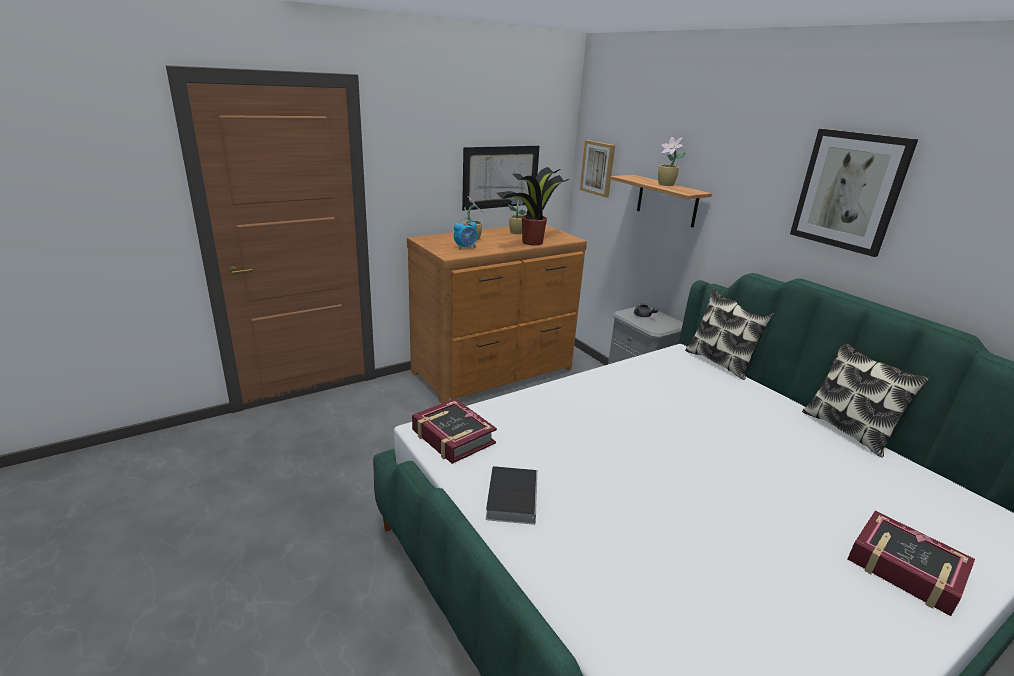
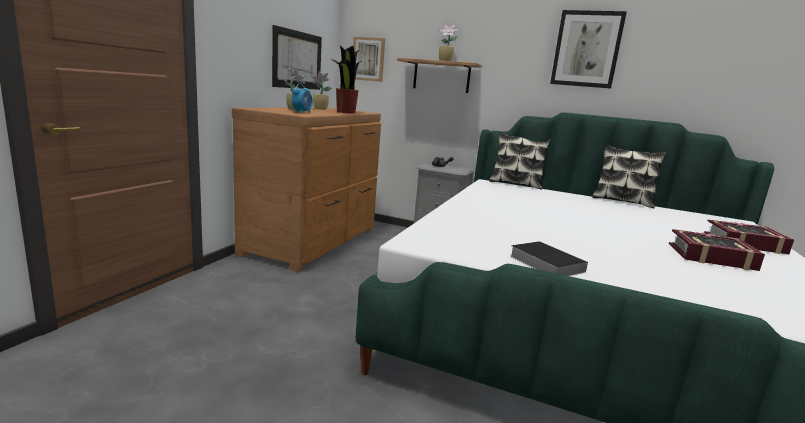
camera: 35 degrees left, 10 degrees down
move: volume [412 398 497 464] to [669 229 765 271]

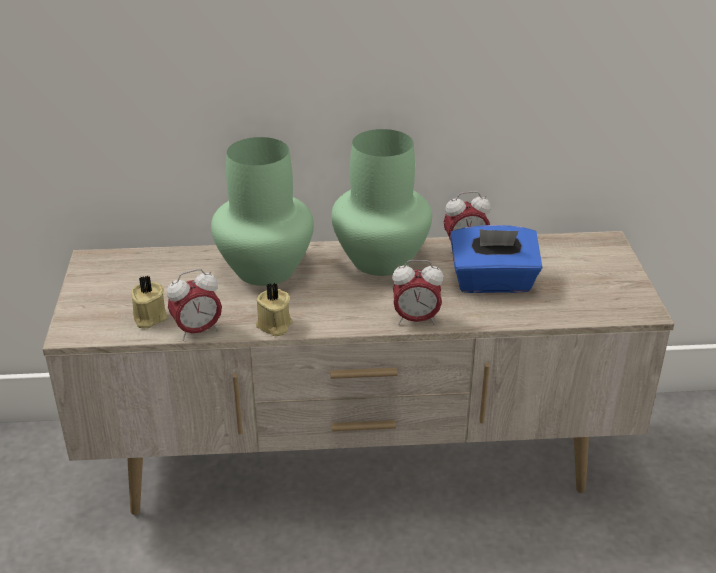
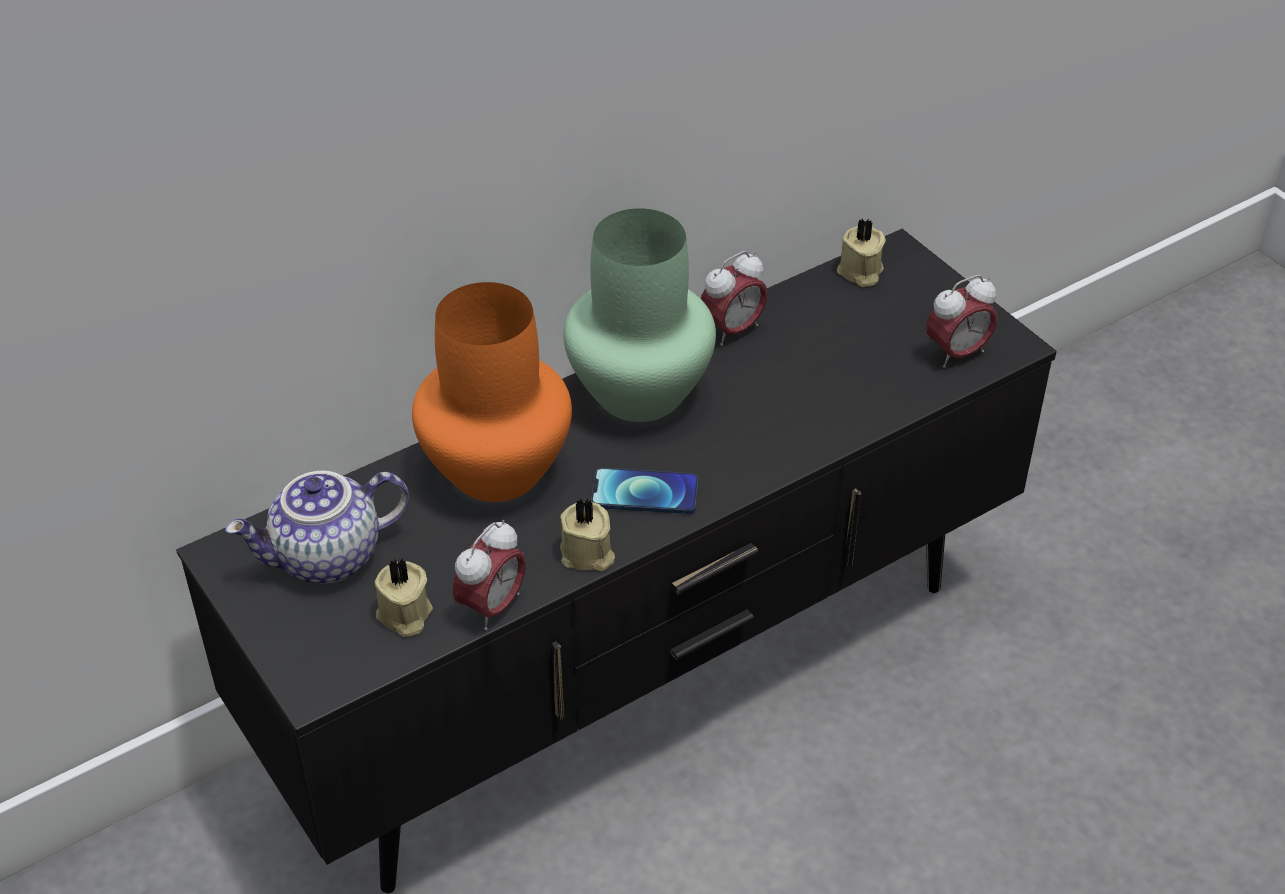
camera: 30 degrees left, 10 degrees up
delete: bluish tissue holder [450 225 543 293]
insert: pot for tea [225 471 409 583]; phone [591 468 698 514]; beige-coloured wax light [837 219 886 287]
move: alarm clock [392 260 443 325] to [926 275 997 368]
recolor: beige-coloured tv stand [43 231 675 515] to blackish tv stand [176 229 1057 893]; greenish vase [211 137 314 286] to orange-coloured vase [412 282 572 502]

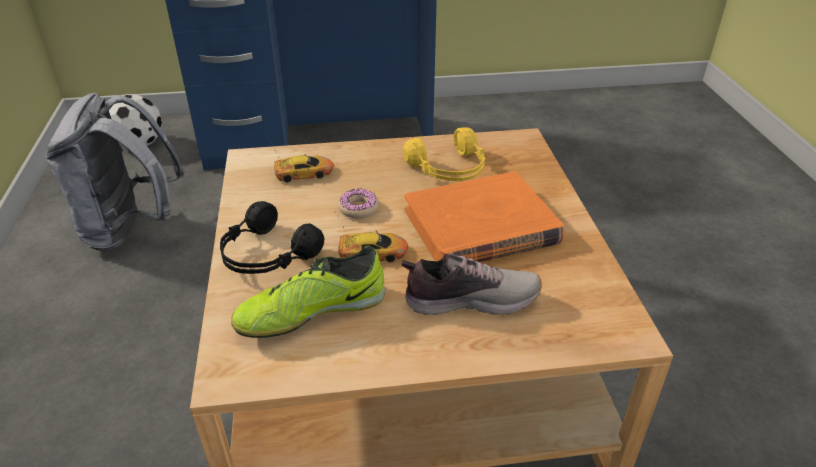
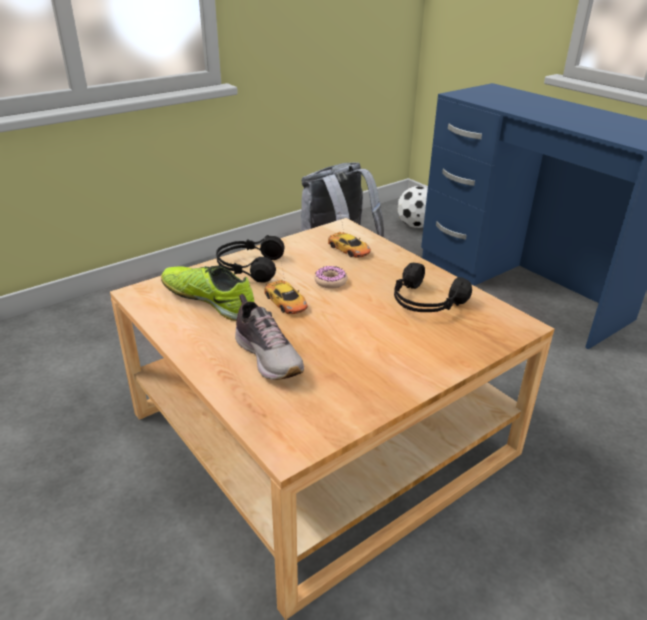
camera: 60 degrees right, 5 degrees down
delete: orange-coloured volume [405 171 565 263]
recolor: yellow-coloured headphones [403 127 485 181] to blackish headphones [394 263 472 312]

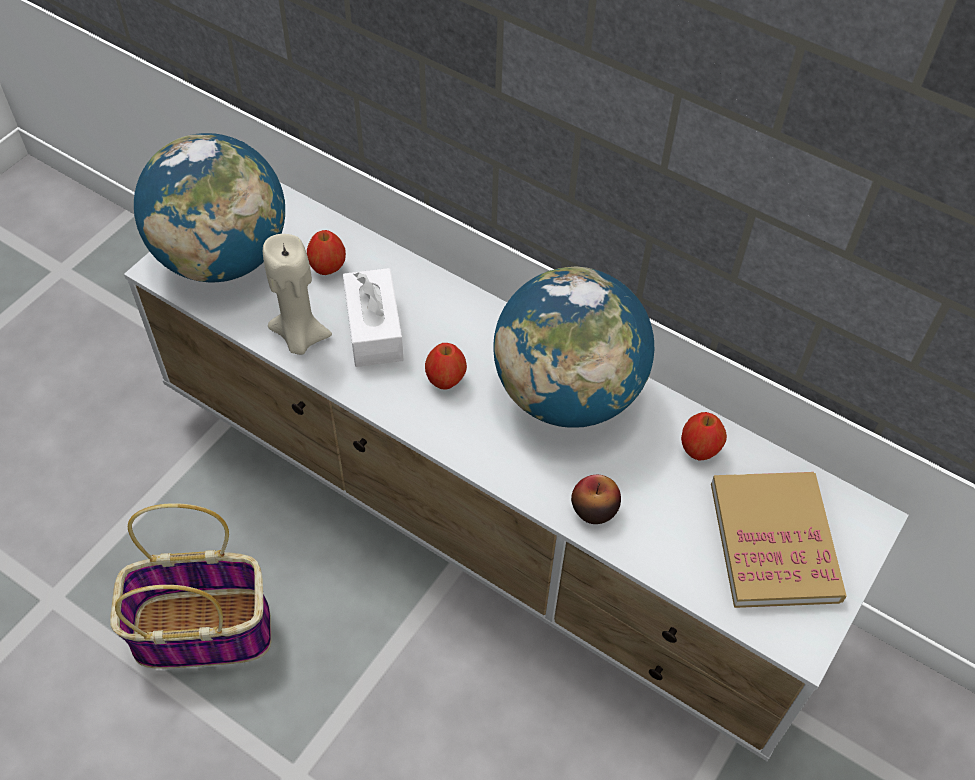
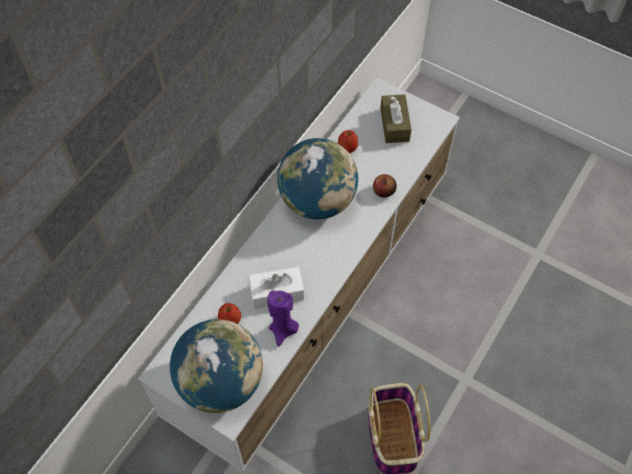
camera: 90 degrees left, 5 degrees up
delete: apple fruit [425 343 467 390]
replace: volume [711 472 847 608] to brown tissue holder [380 94 411 143]
recolor: beige-coloured wax light [263 234 332 355] to purplish wax light [267 291 299 346]

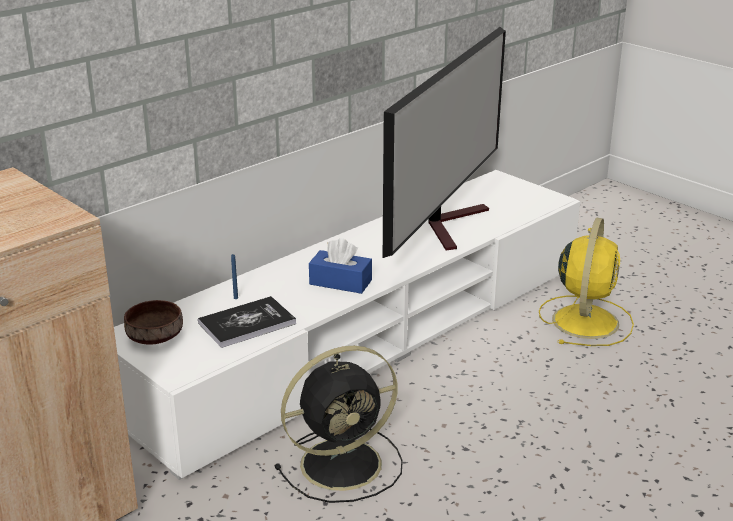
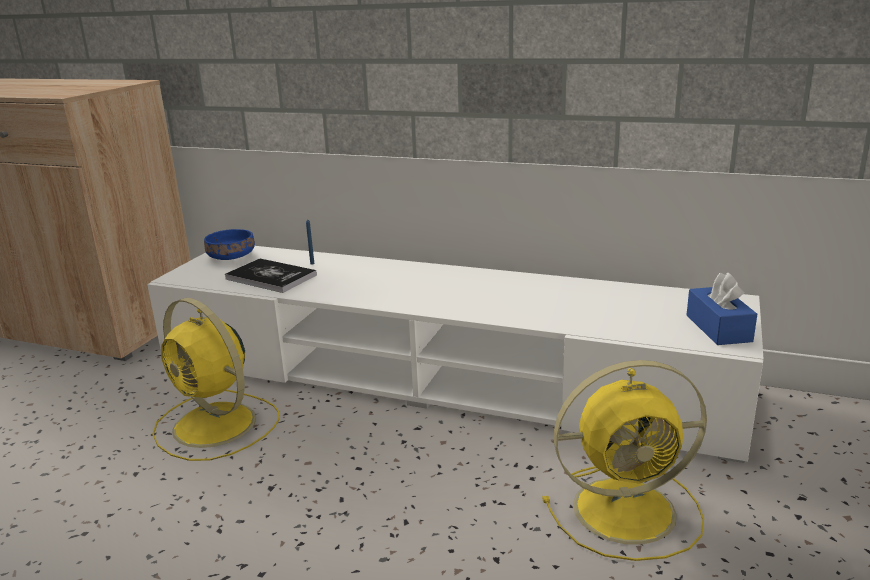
camera: 65 degrees right, 5 degrees down
delete: TV [383 27 506 258]
move: bluish tissue holder [309 238 372 294] to [687 272 757 345]
recolor: blackish electric fan [274 346 403 503] to yellow-coloured electric fan [152 298 280 461]; brown serving bowl [124 300 183 345] to bluish serving bowl [204 229 255 260]

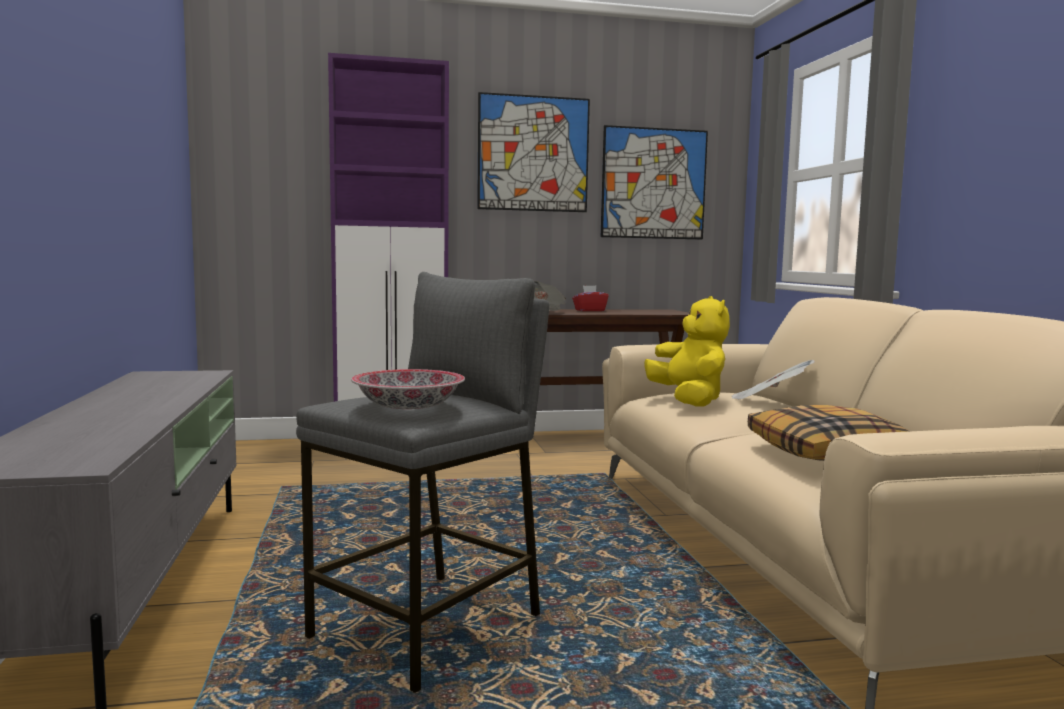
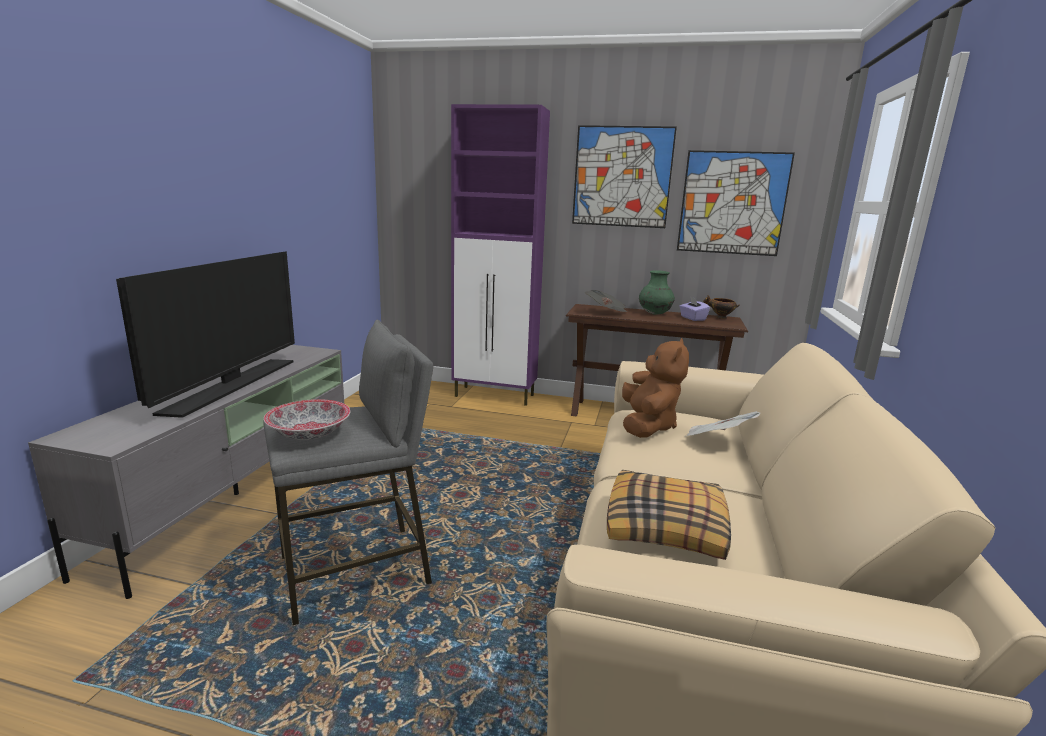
camera: 25 degrees right, 10 degrees up
insert: TV [116 251 295 418]; purplish tissue holder [679 297 710 321]; serving bowl [703 295 740 319]
replace: red-coloured tissue holder [572 286 609 311] to greenish vase [639 270 675 315]
recolor: yellow-coloured plush toy [644 296 730 407] to brown plush toy [622 338 689 438]

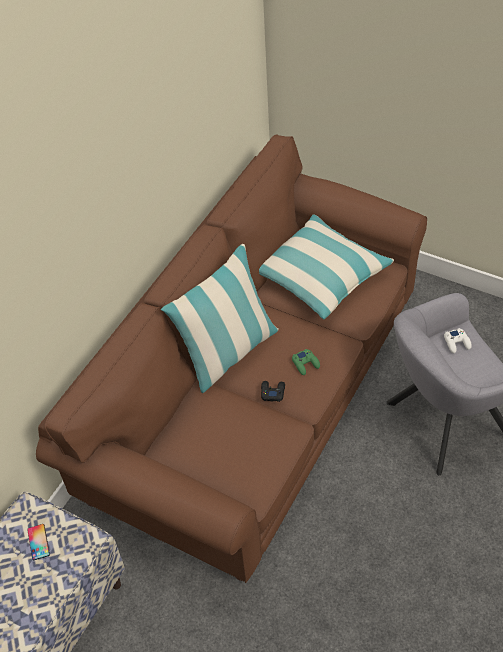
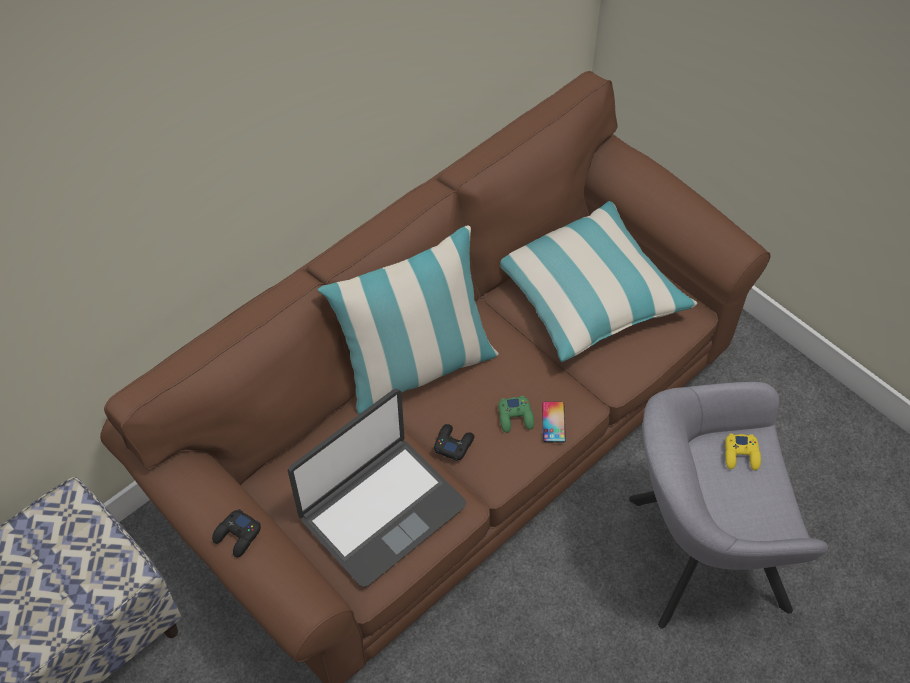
camera: 15 degrees right, 5 degrees up
insert: blackish game controller [212 509 261 558]; notebook computer [288 388 467 587]
move: phone [27 524 50 560] to [542 402 566 442]
recolor: whitish game controller [444 328 472 353] to yellow-coloured game controller [725 434 761 470]

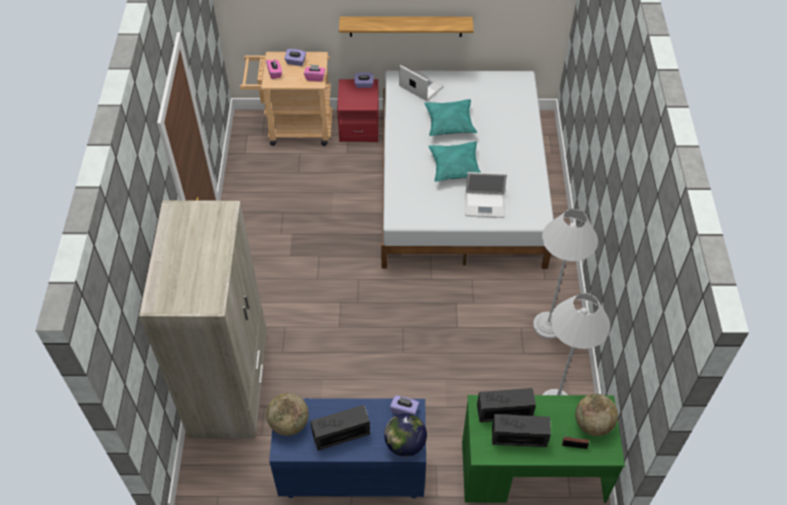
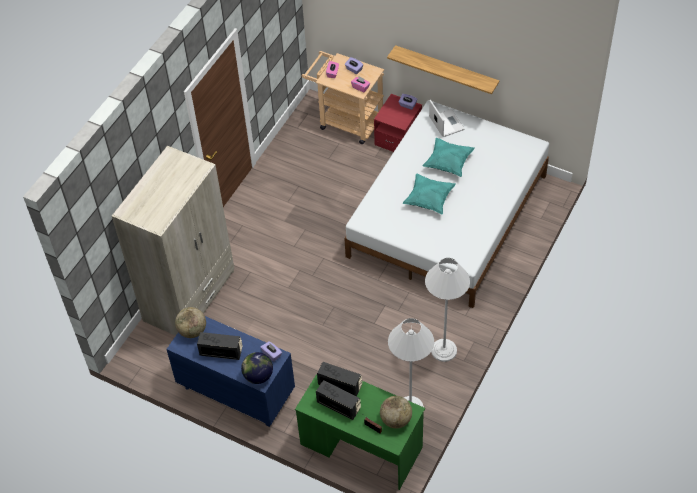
camera: 30 degrees right, 0 degrees up
delete: notebook computer [465 172 507 218]

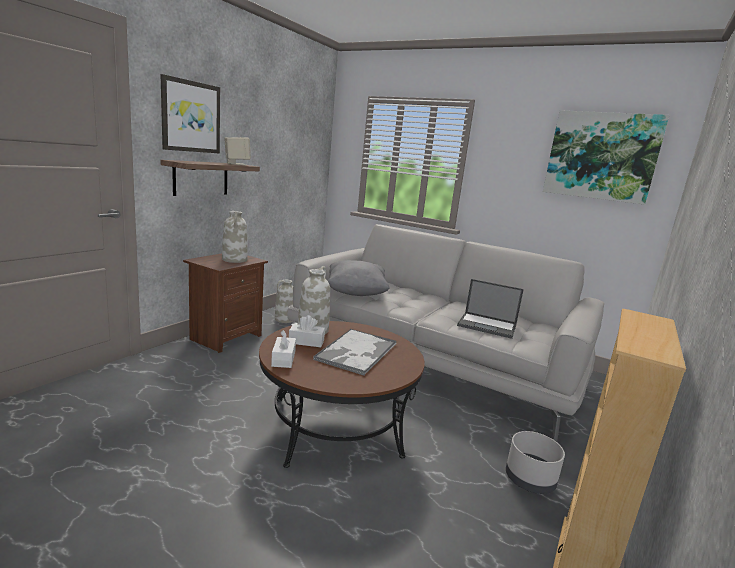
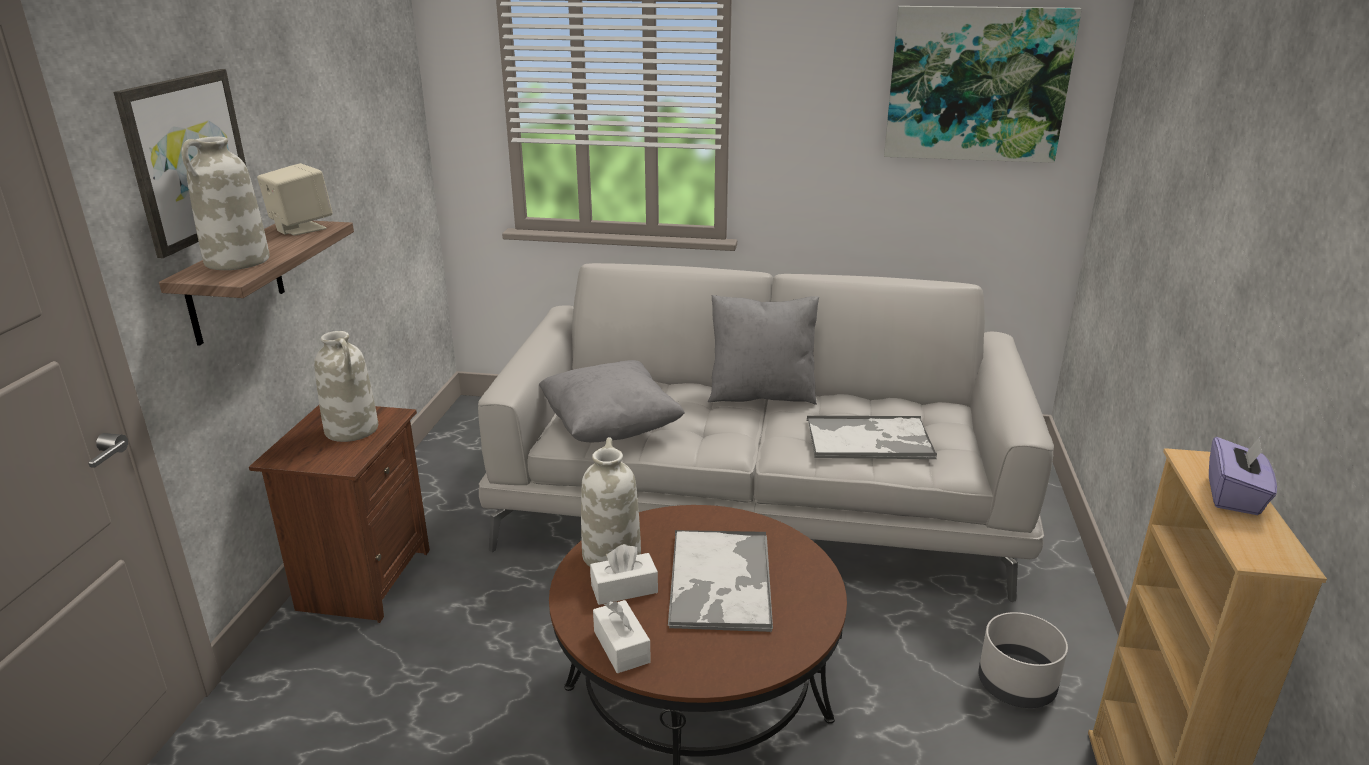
camera: 20 degrees left, 10 degrees up
insert: grey cushion [708 295 819 405]; purplish tissue holder [1209 437 1277 515]
move: whitish vase [275 280 294 323] to [181 137 270 270]
replace: notebook computer [457 279 524 339] to tray [807 416 937 459]

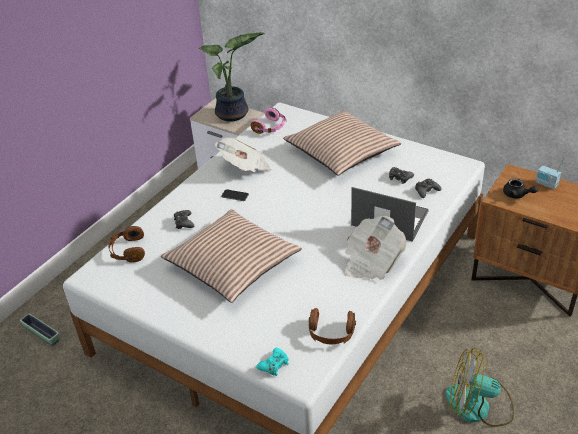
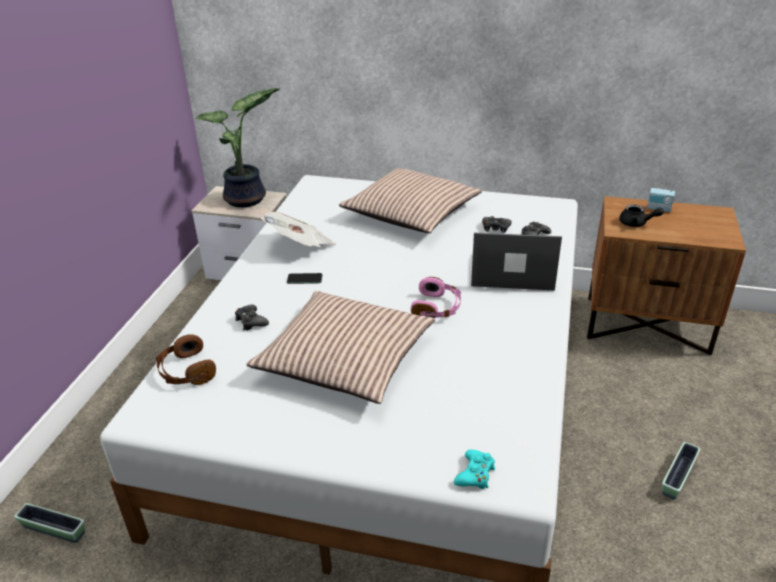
camera: 20 degrees left, 5 degrees down
delete: brown headphones [309 308 356 344]; newspaper [345 216 406 280]
move: pink headphones [251 108 287 134] to [411 277 461 318]
replace: electric fan [446 347 514 427] to planter [662 442 700 499]

